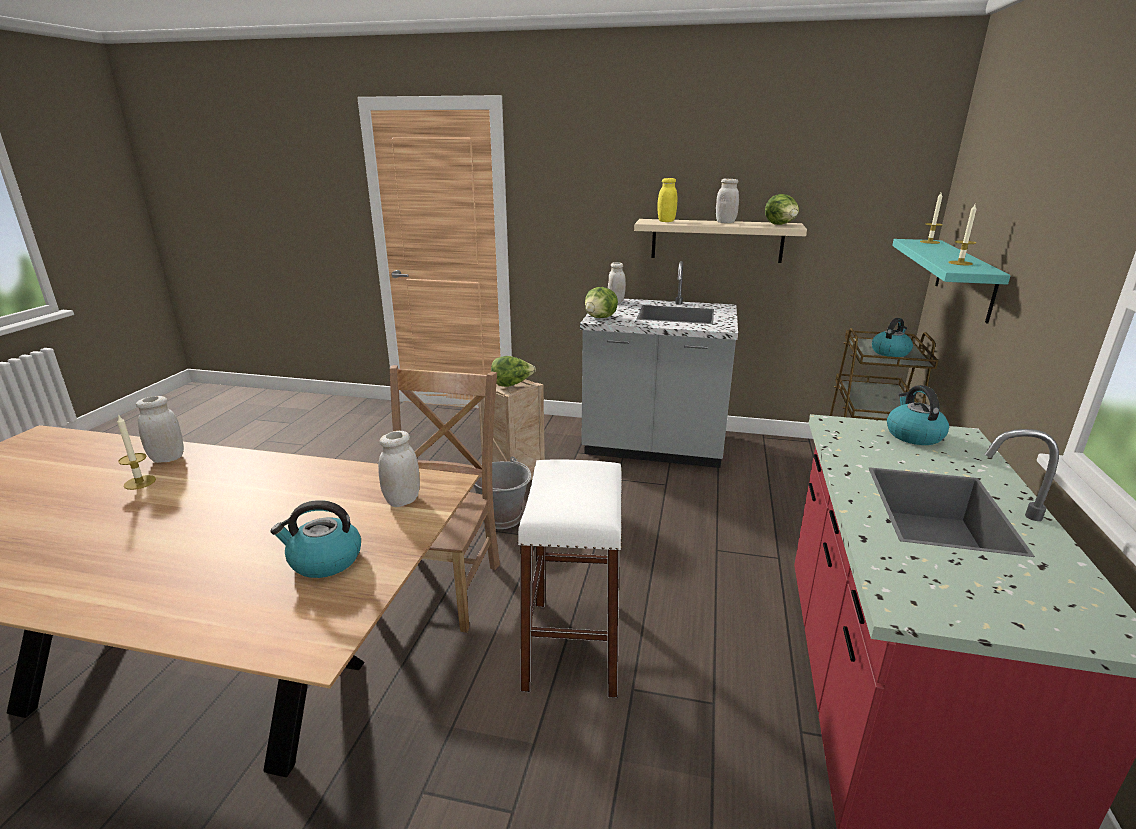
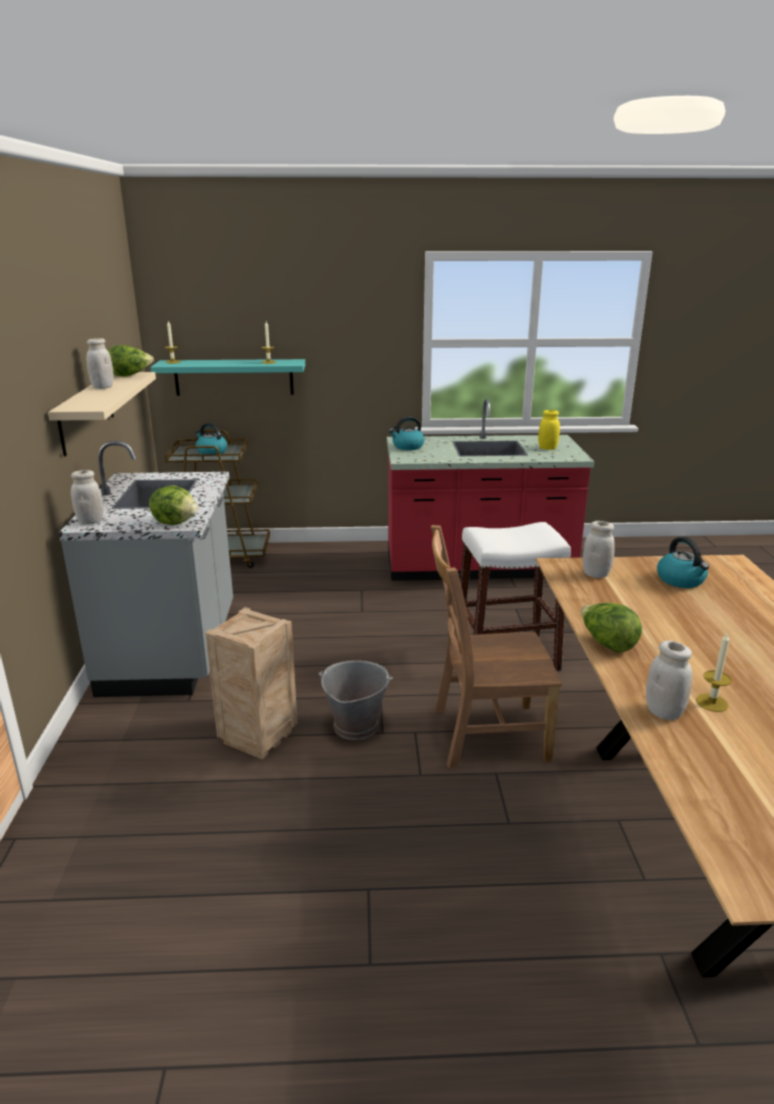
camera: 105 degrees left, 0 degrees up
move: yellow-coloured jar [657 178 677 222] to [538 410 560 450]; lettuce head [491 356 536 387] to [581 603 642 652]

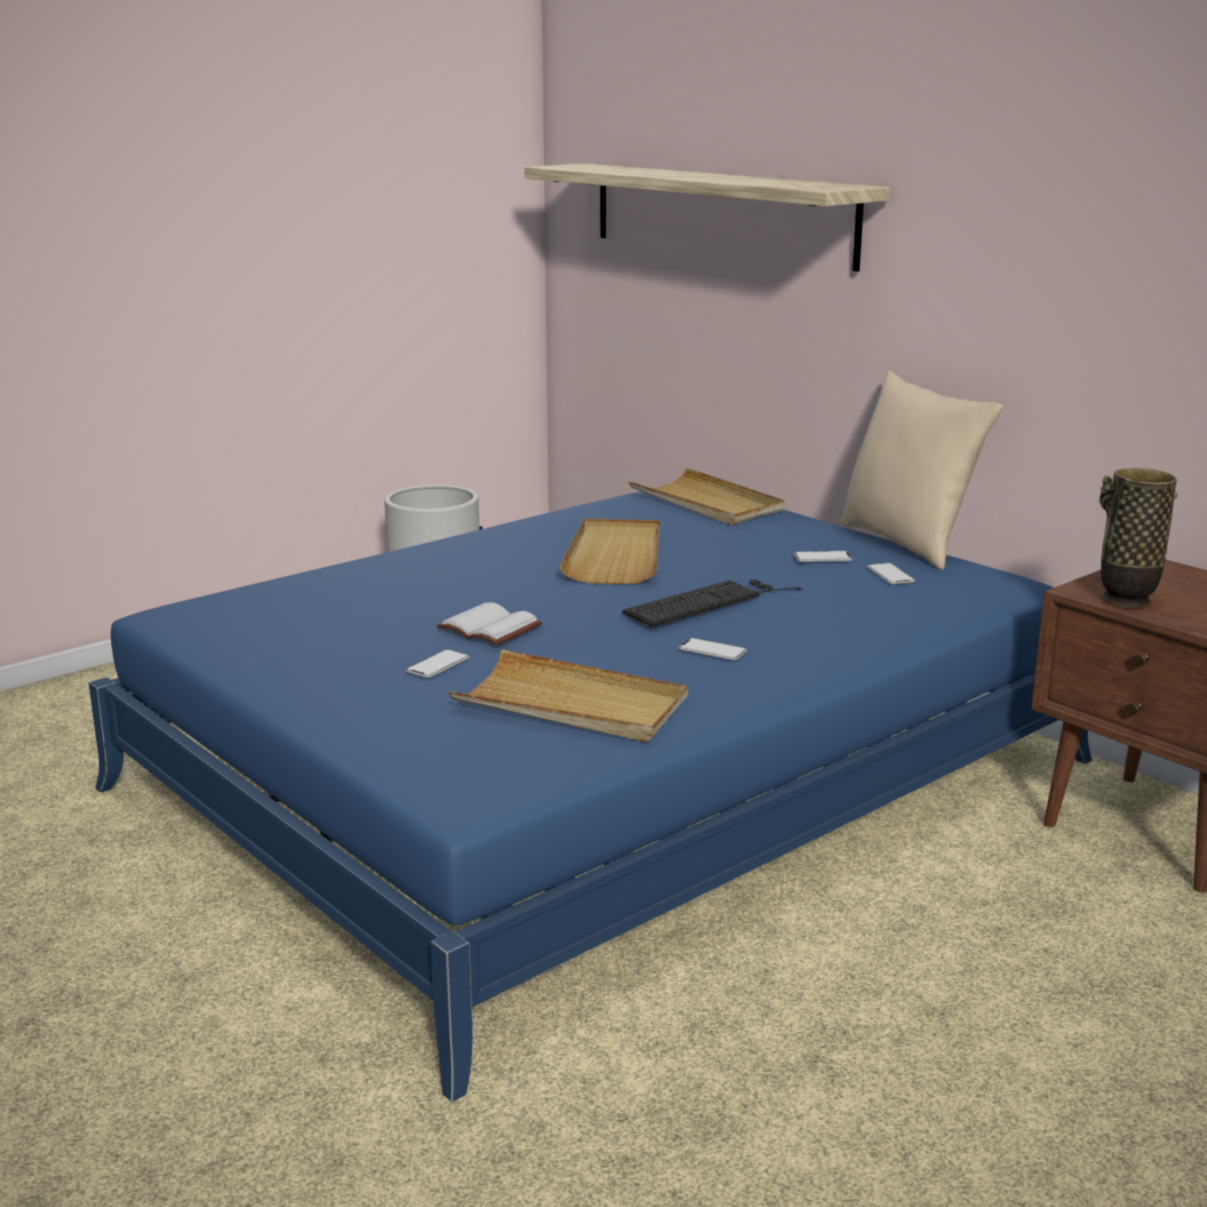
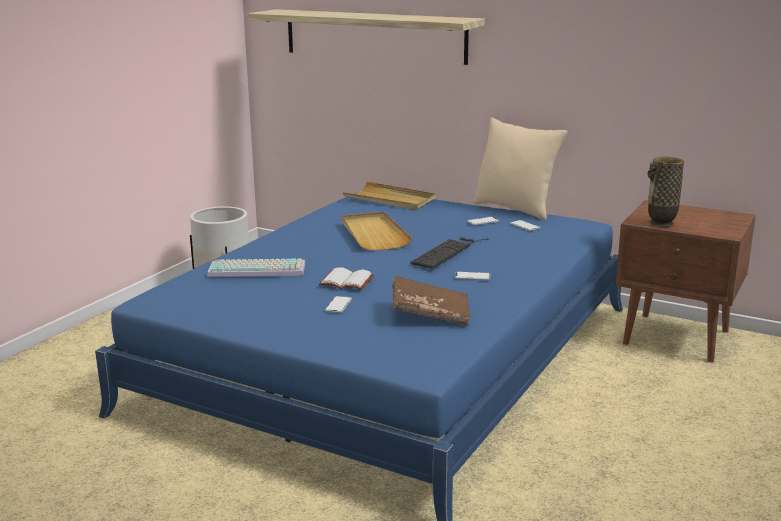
camera: 20 degrees left, 0 degrees up
insert: keyboard [207 258 305 277]
replace: beige-coloured tray [449 649 688 742] to brown volume [392 276 471 326]

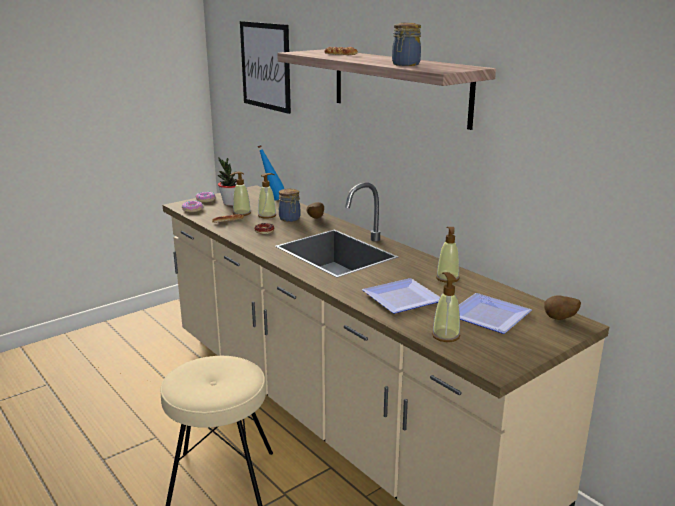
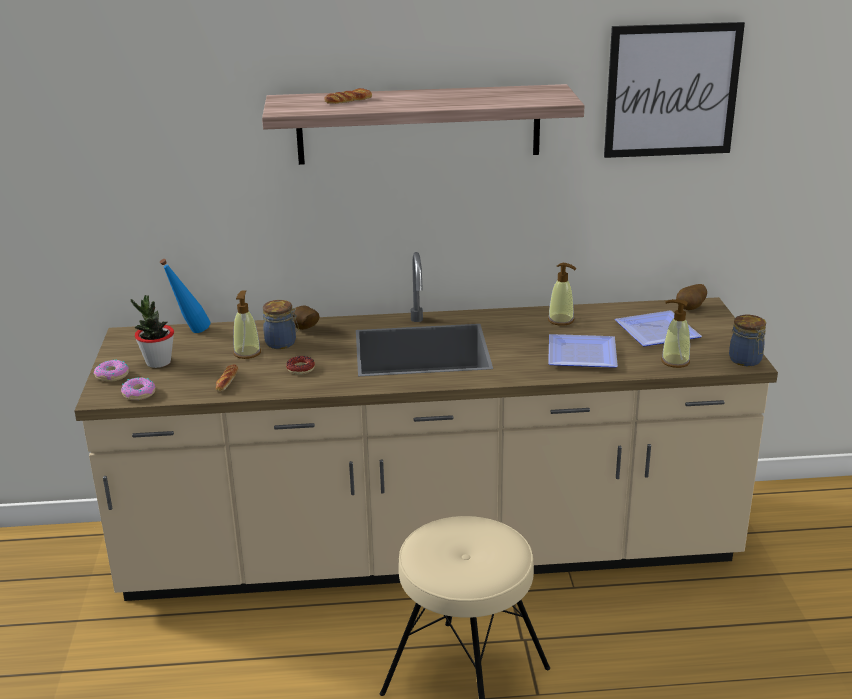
camera: 55 degrees left, 5 degrees up
delete: soap bottle [230 172 251 216]
move: wall picture [240 21 291 114] to [604 22 745 158]; jar [392 23 421 66] to [729 315 766 366]

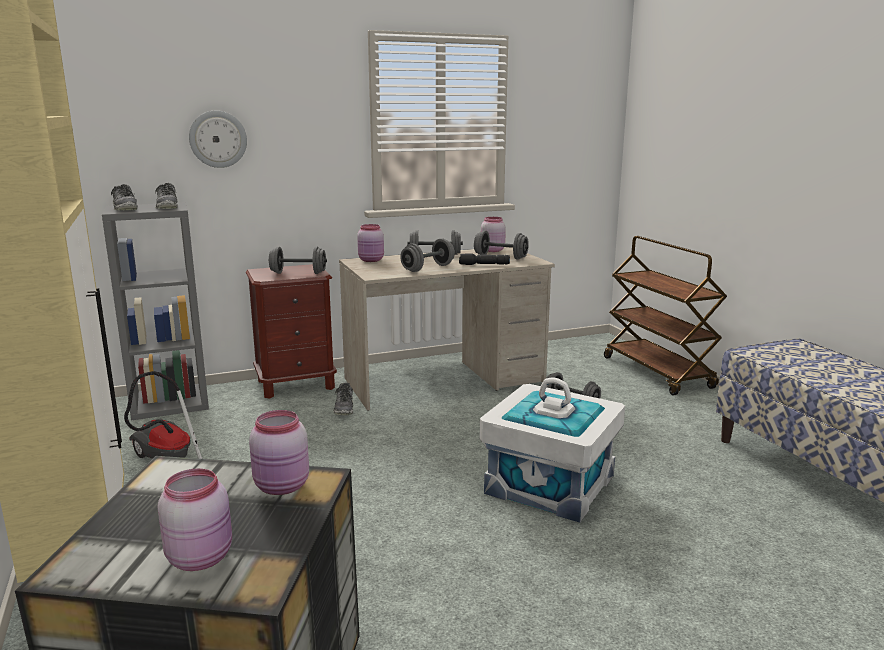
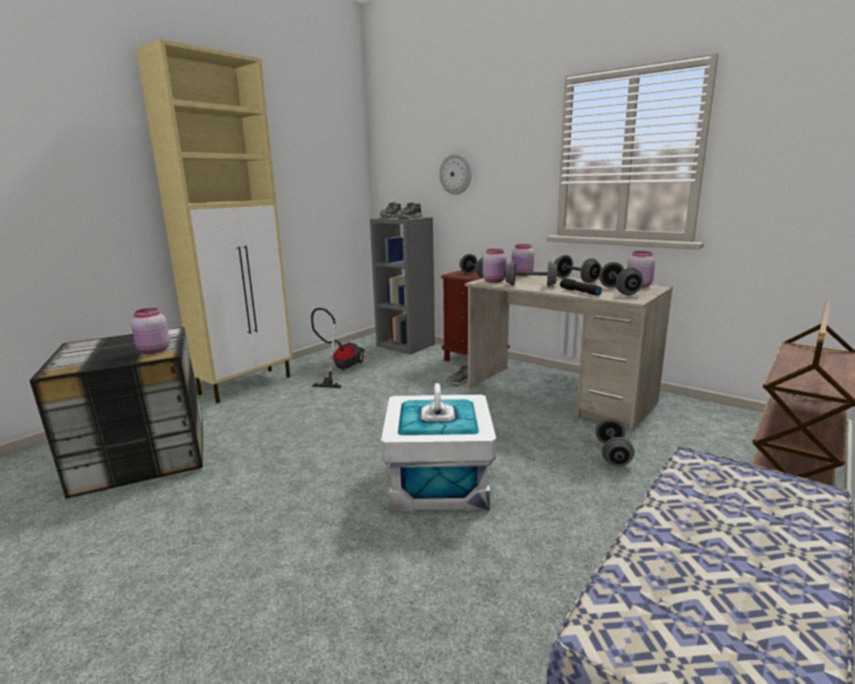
camera: 60 degrees right, 0 degrees up
move: pink jar [158 468 232 571] to [483 249 507 283]

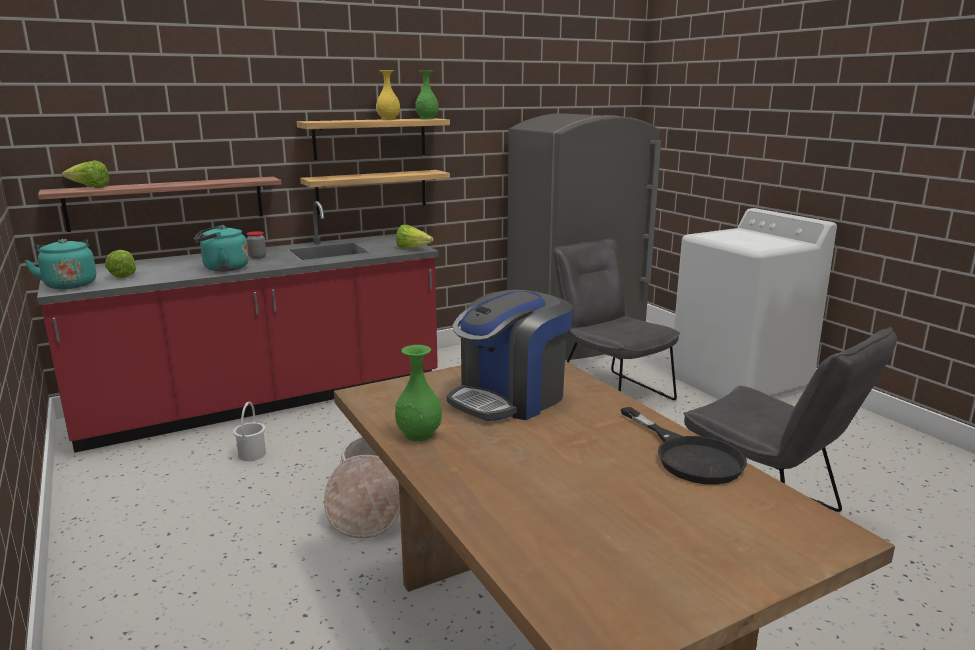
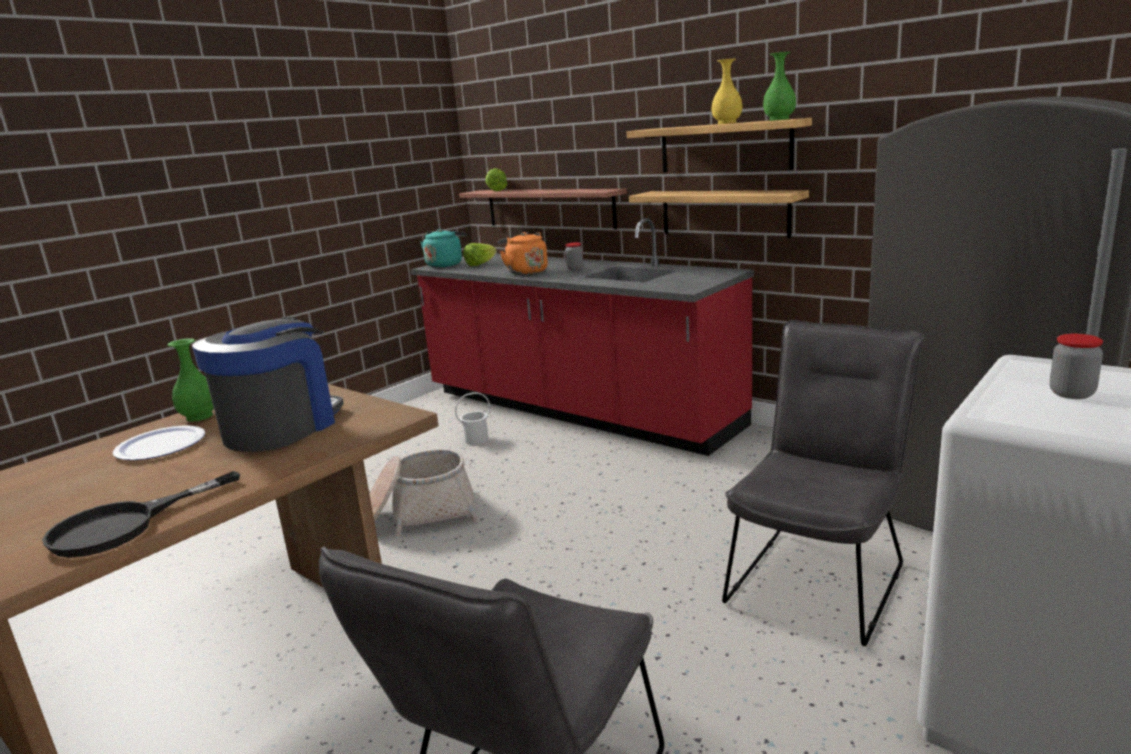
camera: 70 degrees right, 0 degrees up
delete: lettuce head [396 225 433 248]
insert: plate [113 426 205 460]; jar [1050 334 1103 399]
recolor: turquoise tea kettle [194 225 249 271] to orange-coloured tea kettle [498 232 548 275]
rotate: coffee machine [447 290 573 421] = [192 317 344 452] 90 degrees clockwise

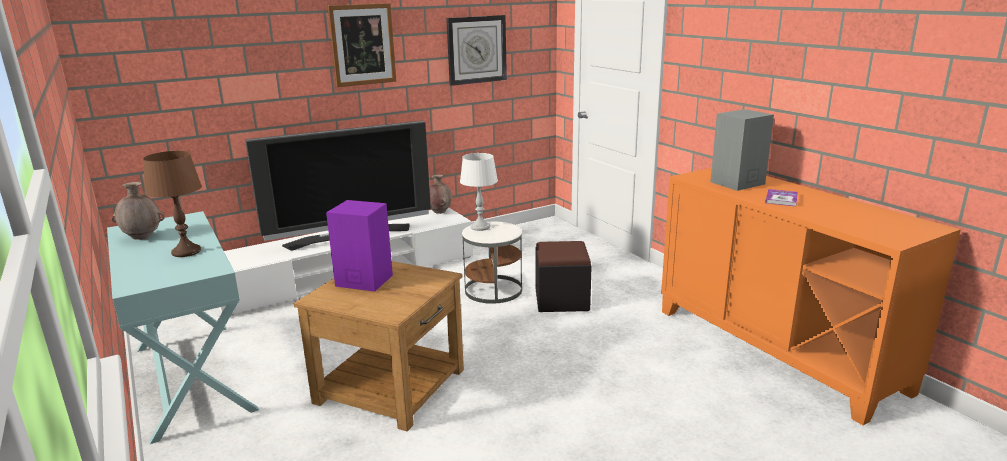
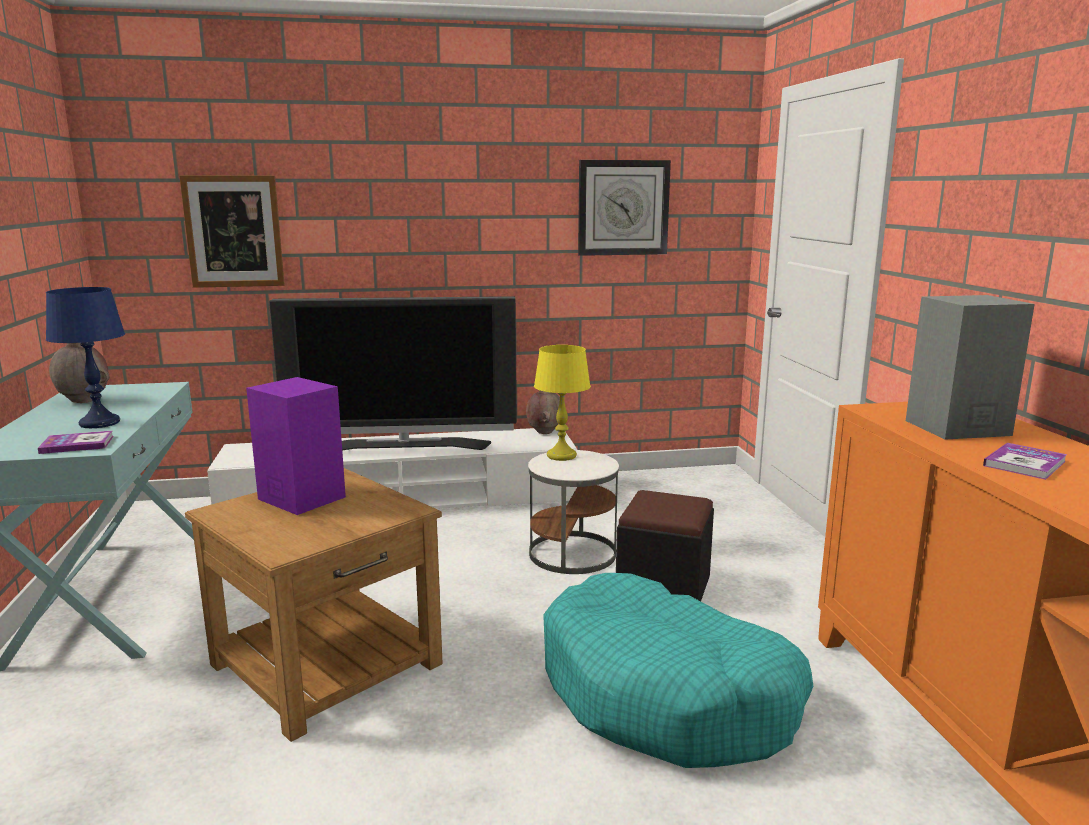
camera: 20 degrees right, 5 degrees down
insert: volume [38 430 114 454]; turquoise dog bed [543 573 813 768]
move: wall picture [328 3 396 87] to [179 175 285 288]
recolor: brown tabletop lamp [143 151 202 257] to bluish tabletop lamp [46 287 125 428]; whitish tabletop lamp [460 153 498 231] to yellow-coloured tabletop lamp [534 345 591 461]

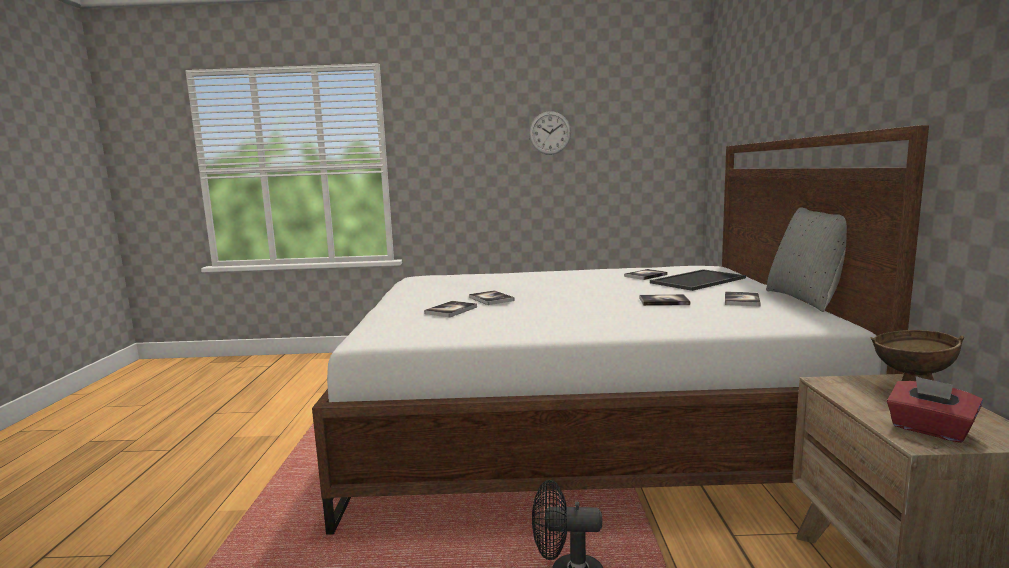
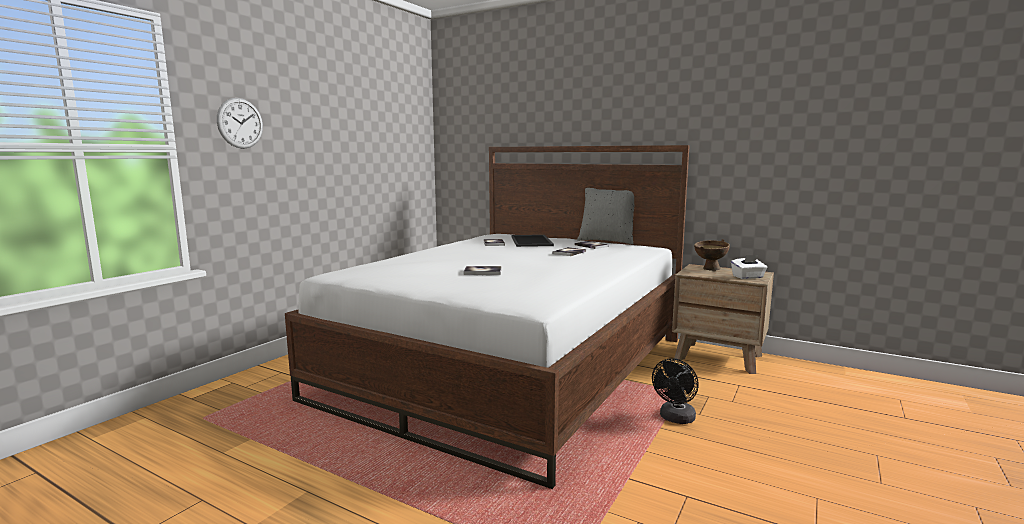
camera: 60 degrees left, 0 degrees up
delete: volume [424 301 477 318]
move: wall clock [529 111 571 155] to [217 98 263 149]
recolor: red-coloured tissue holder [887 376 983 443] to whitish tissue holder [731 255 768 279]

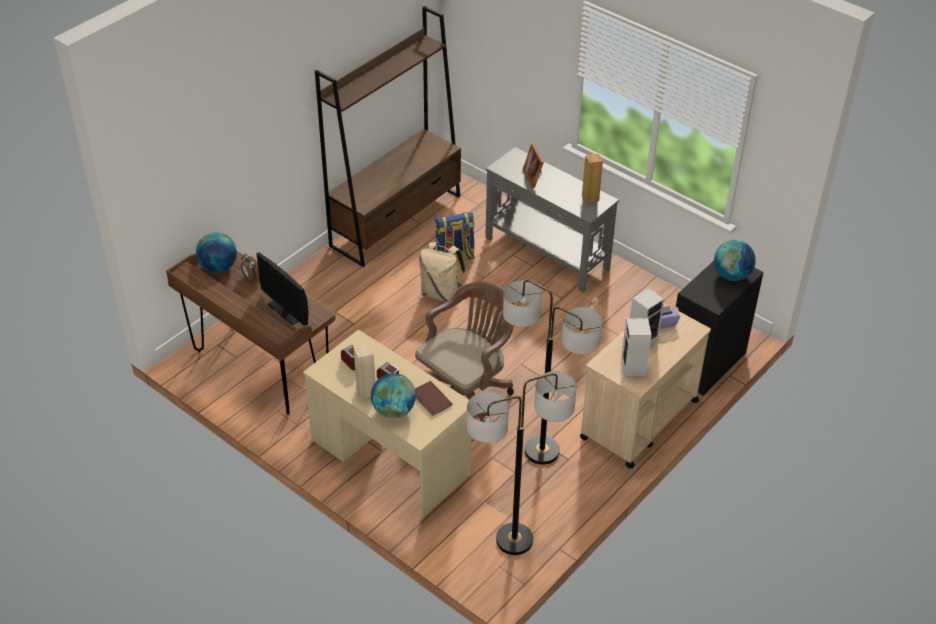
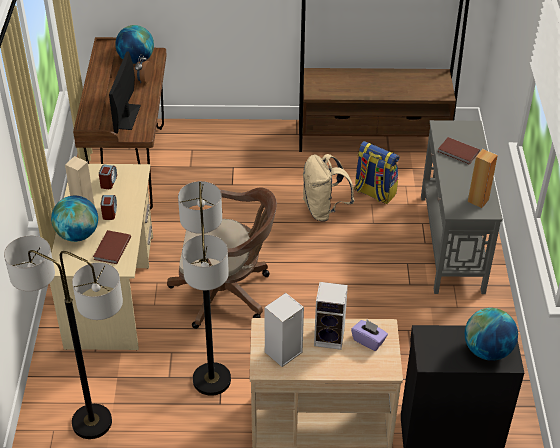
camera: 50 degrees right, 0 degrees up
replace: picture frame [523 144 544 188] to brown volume [438 137 480 164]

